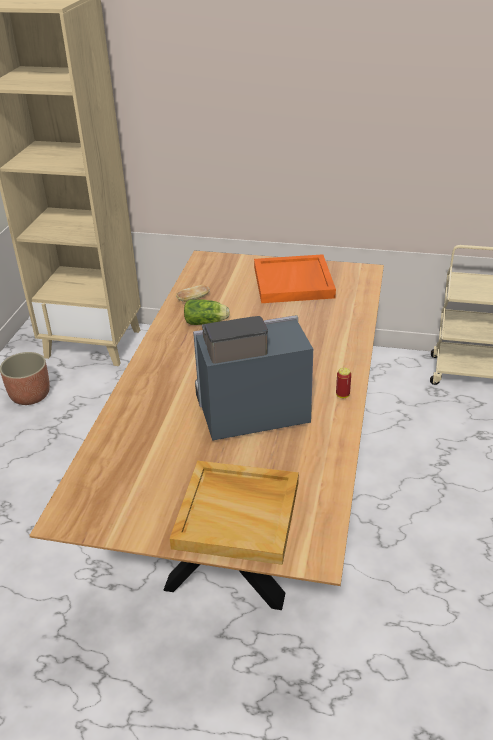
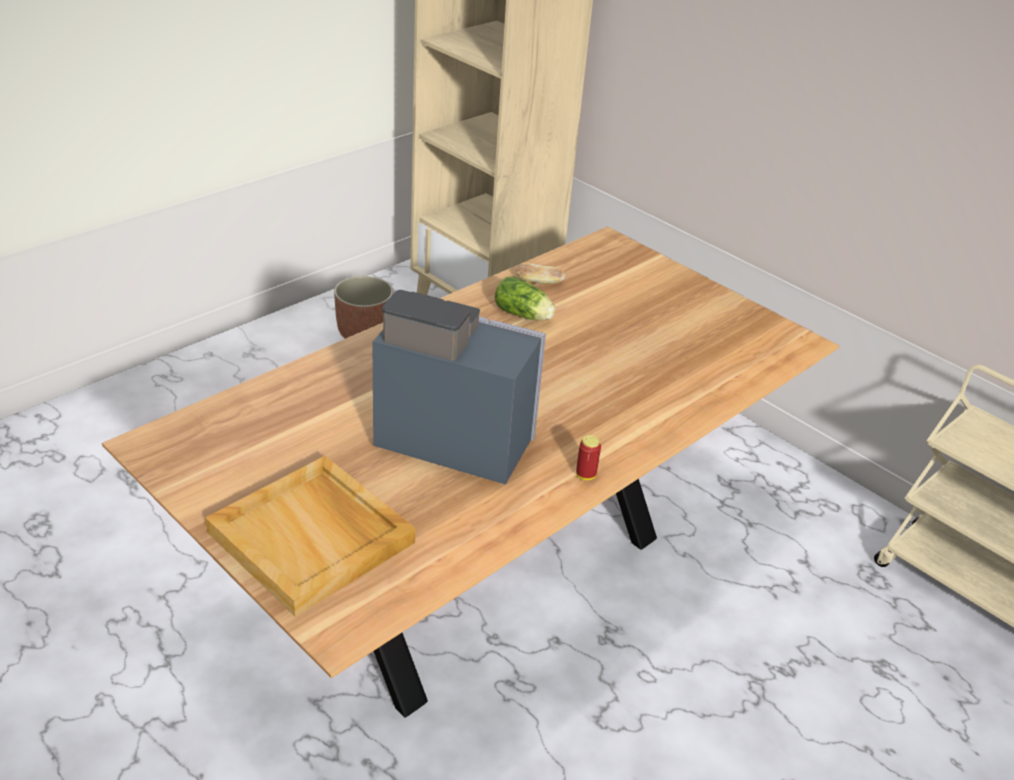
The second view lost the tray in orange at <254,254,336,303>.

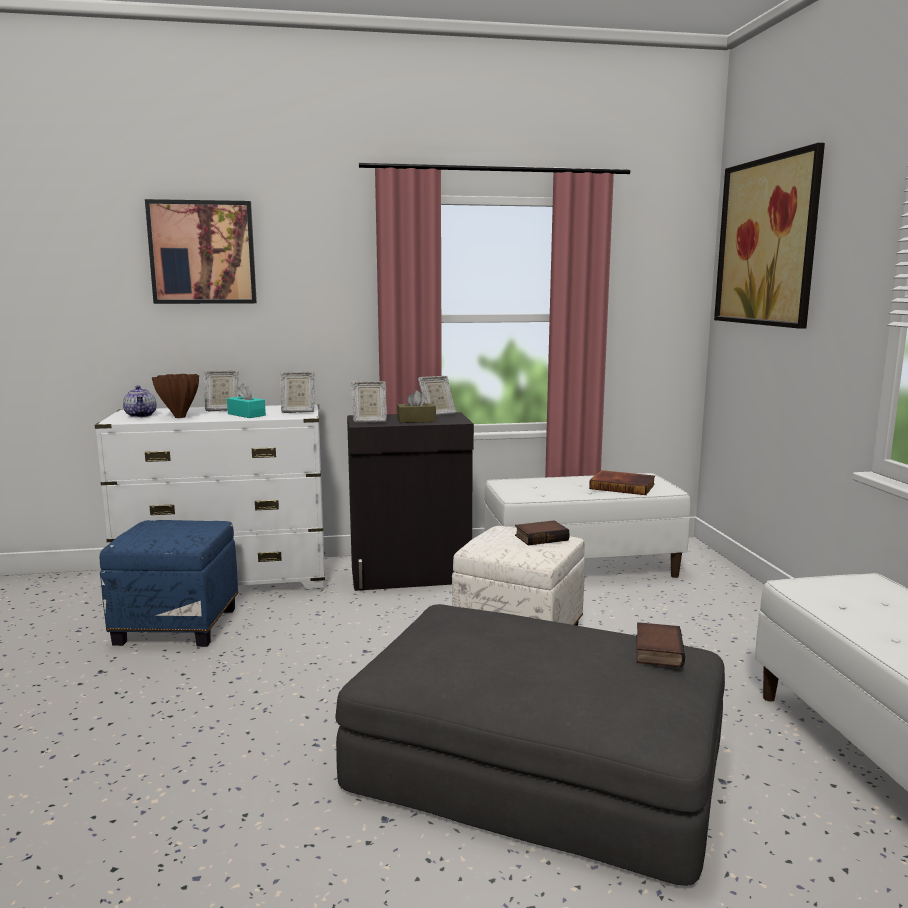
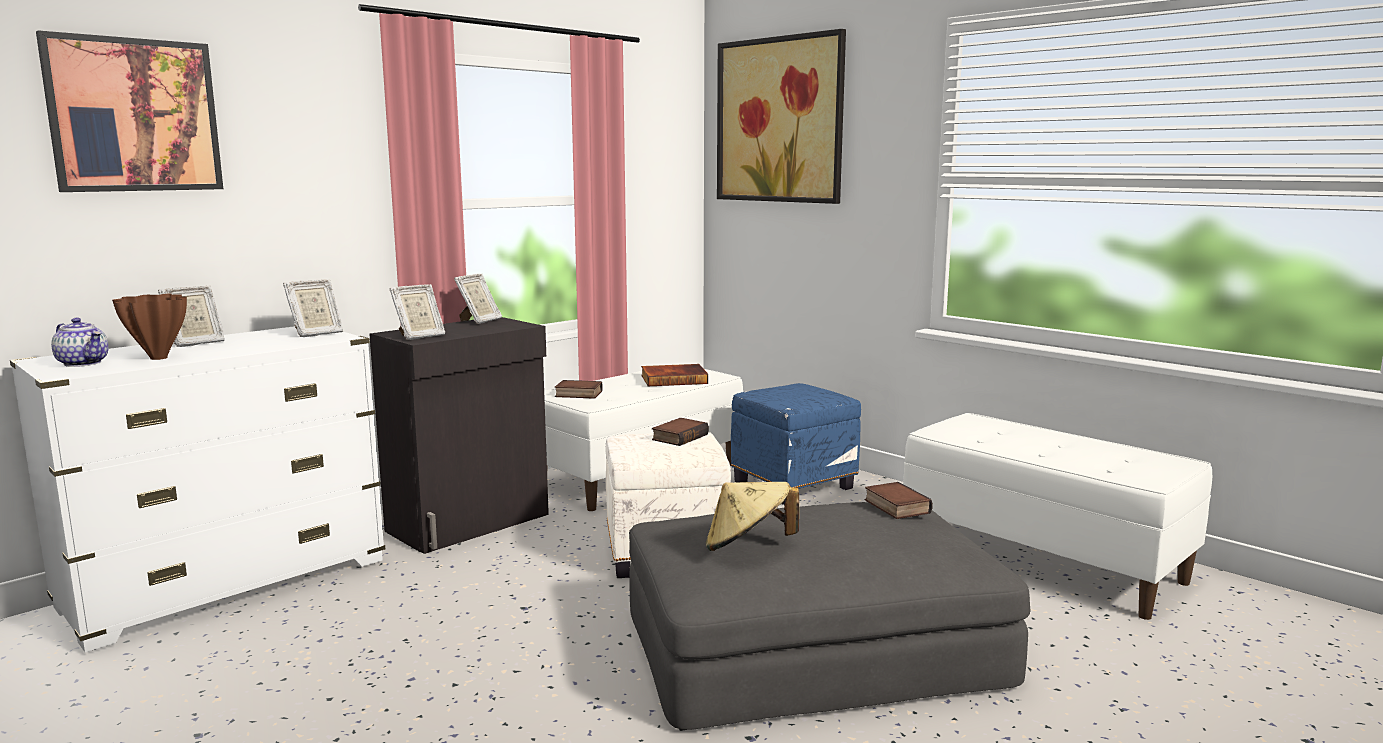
The second view gained the book at <554,380,603,399>. The second view gained the hat in beige at <706,482,799,551>. The ottoman in blue ended up elsewhere, having gone from <100,520,238,647> to <731,383,861,505>. The second view lost the tissue box in turquoise at <227,383,266,418>. The second view lost the tissue box in brown at <397,390,436,423>.

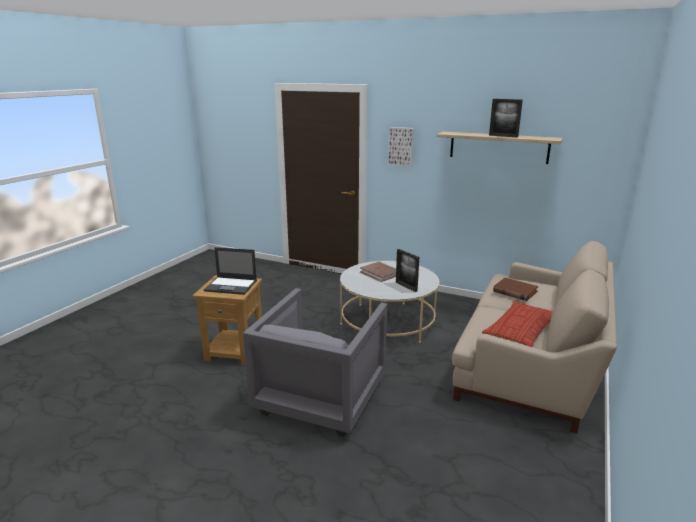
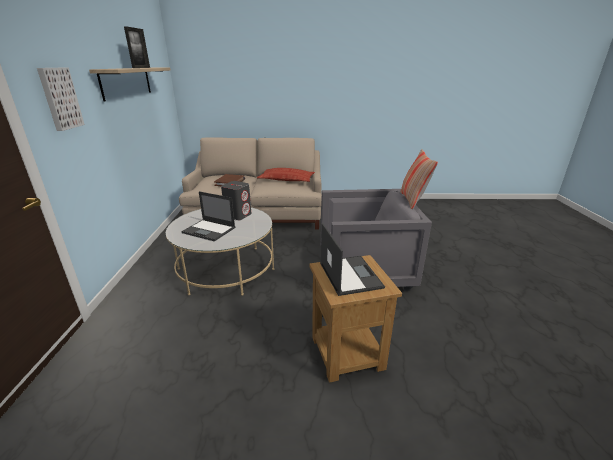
Where the book in brown stood at <360,262,396,282>, the laptop came to stand at <181,191,235,241>. Where the picture frame stood at <396,249,419,292>, the speaker in grey came to stand at <221,181,251,220>. The second view gained the pillow at <400,150,438,210>.

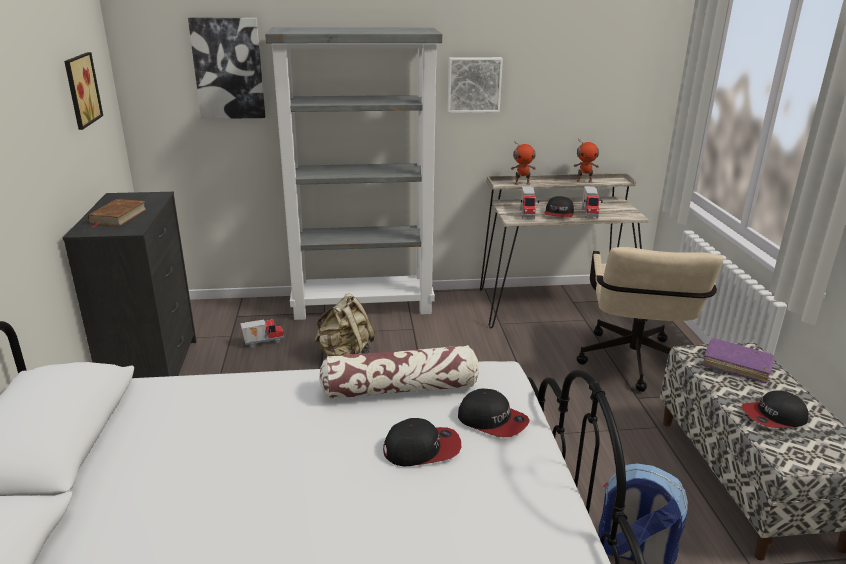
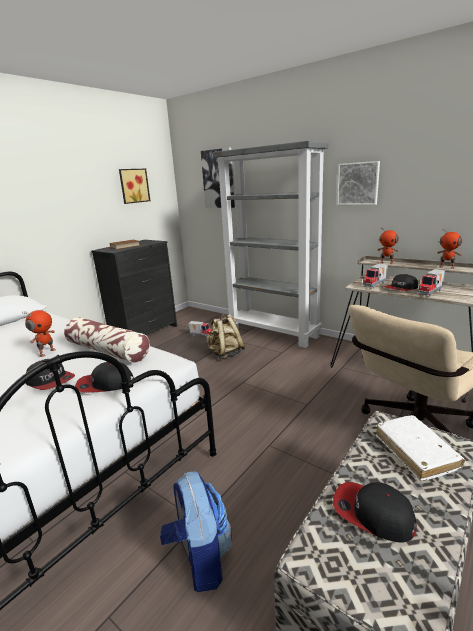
The second view gained the toy robot at <22,310,56,357>. The cap at <458,389,530,437> ended up facing another way, 90 degrees clockwise from before. What was the book in purple at <702,338,775,383> turned into the book in white at <376,415,465,482>.

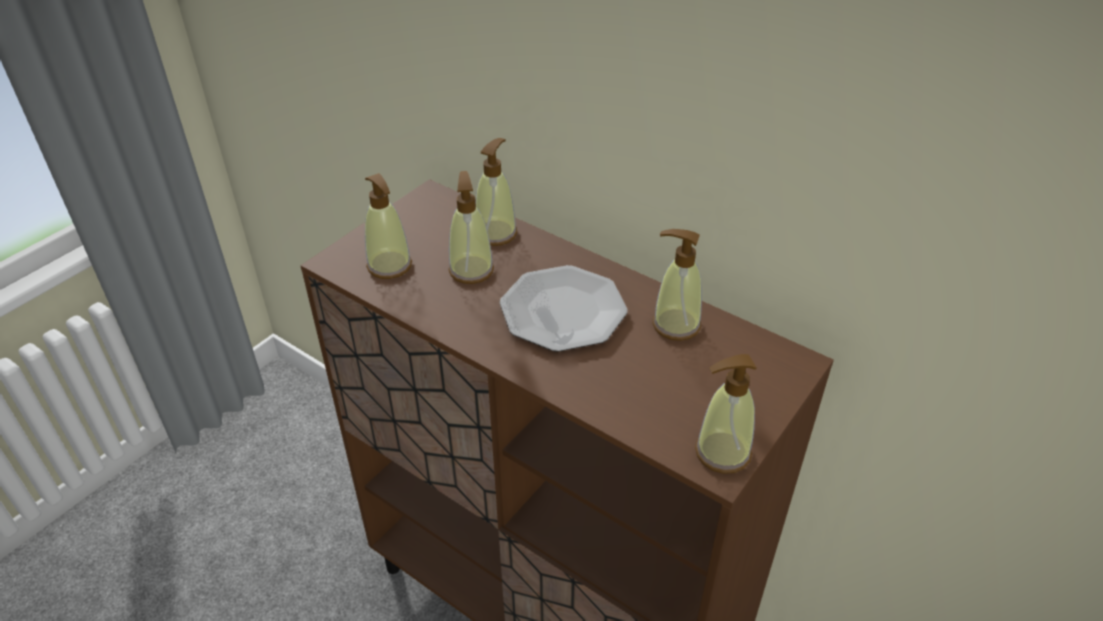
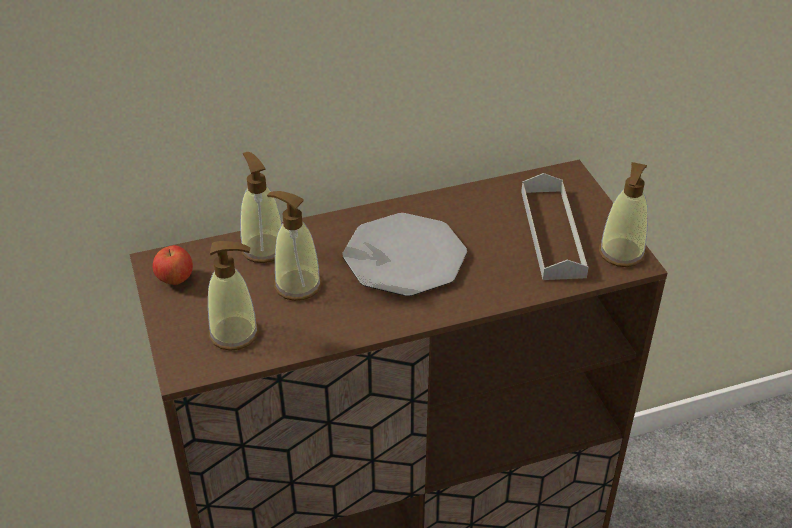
The second view gained the apple at <153,245,193,285>. The second view gained the tray in grey at <521,173,589,280>. The second view lost the soap dispenser at <653,229,702,341>.

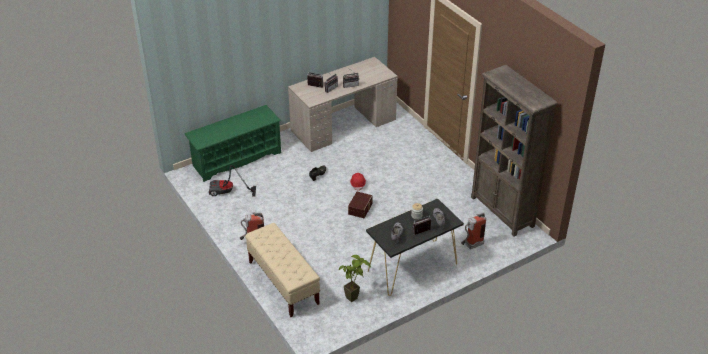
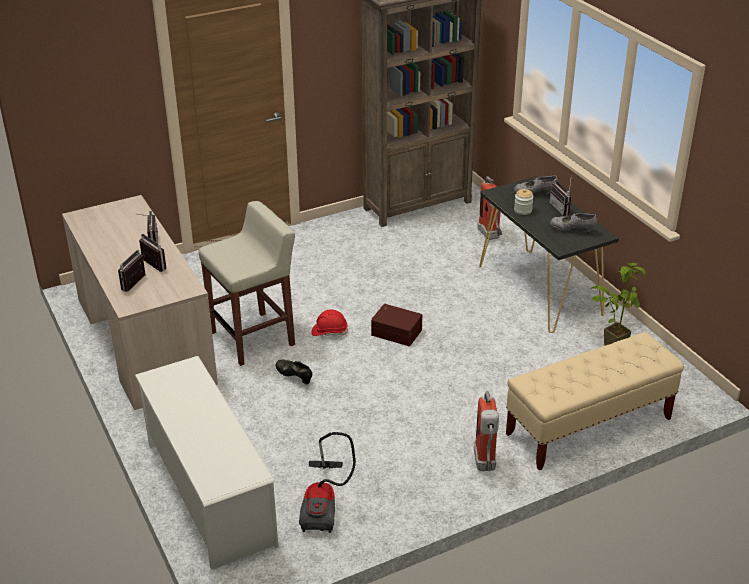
What was the shoe rack in green at <184,105,281,182> turned into the shoe rack in white at <135,356,278,570>. The second view gained the stool in beige at <199,201,295,366>.

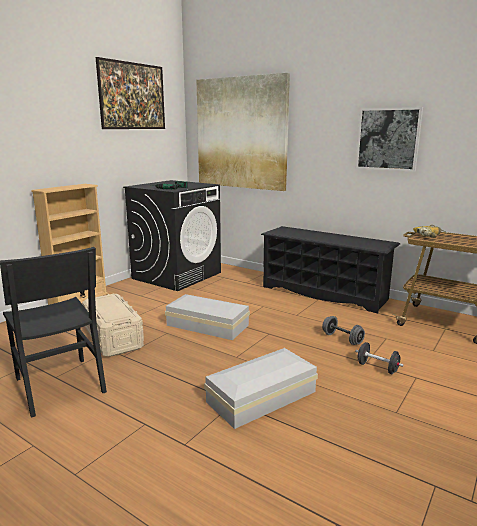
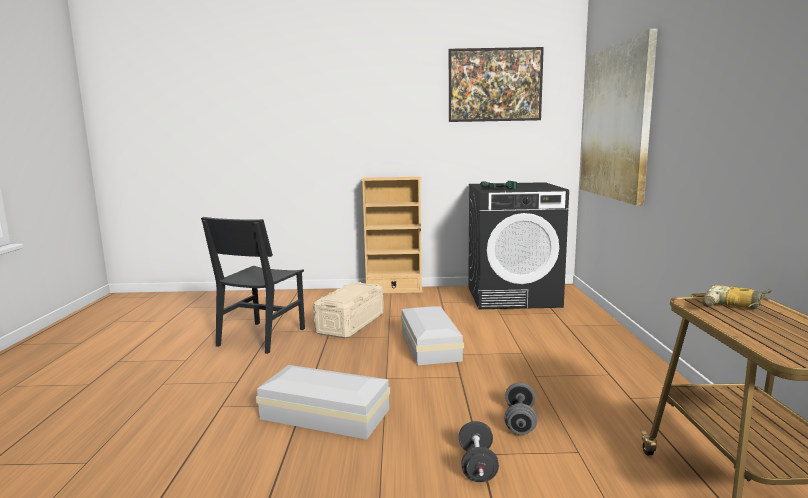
The second view lost the shoe rack in black at <261,226,400,313>. The second view lost the picture at <356,107,423,171>.

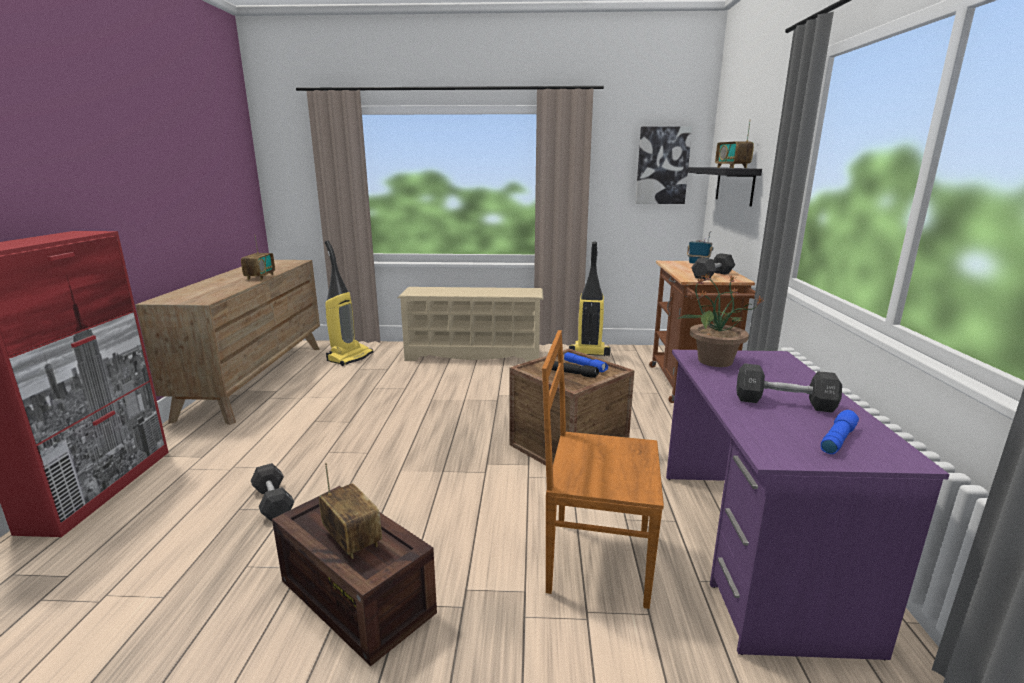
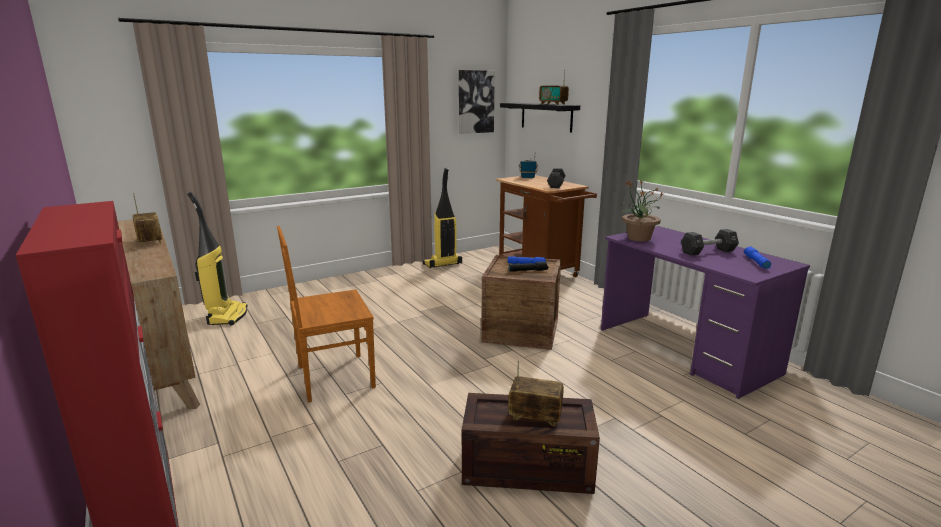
The chair in brown ended up elsewhere, having gone from <542,330,664,609> to <277,226,376,402>. The second view lost the dumbbell in black at <251,463,294,521>. The second view lost the shoe rack in beige at <398,287,544,362>.

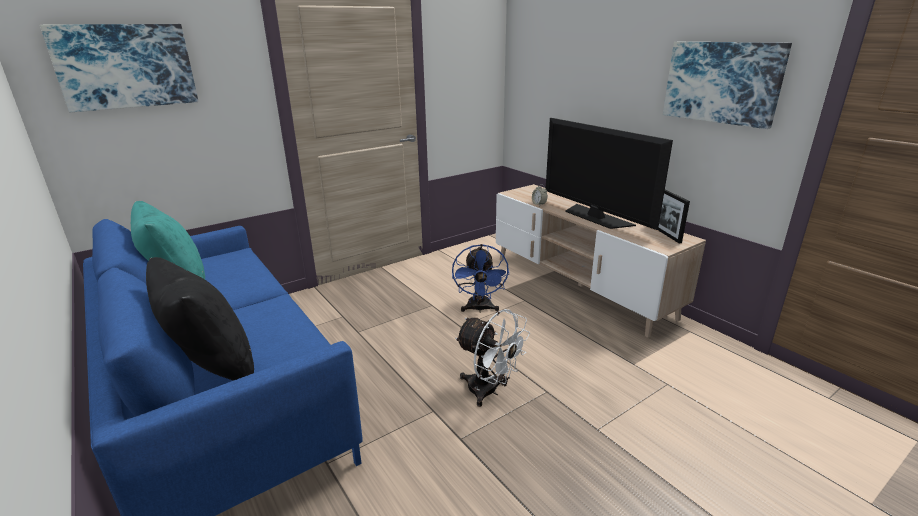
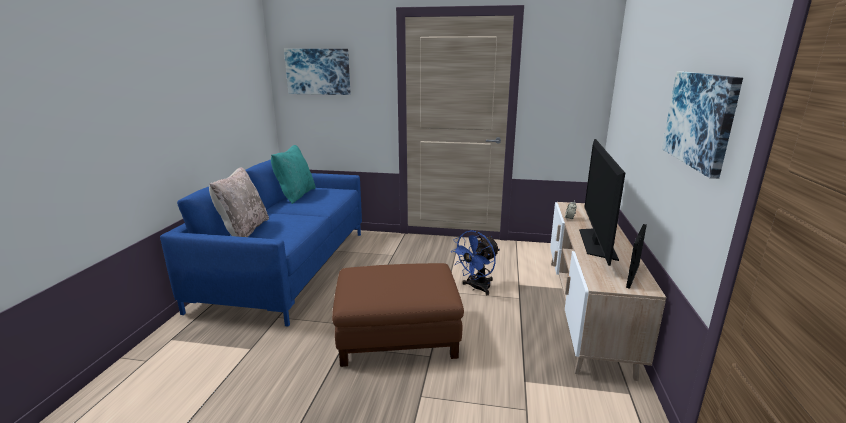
What was the pillow in black at <146,257,254,380> turned into the pillow in beige at <209,167,269,237>. Where the fan in white stood at <455,309,530,407>, the ottoman in brown came to stand at <332,263,464,367>.

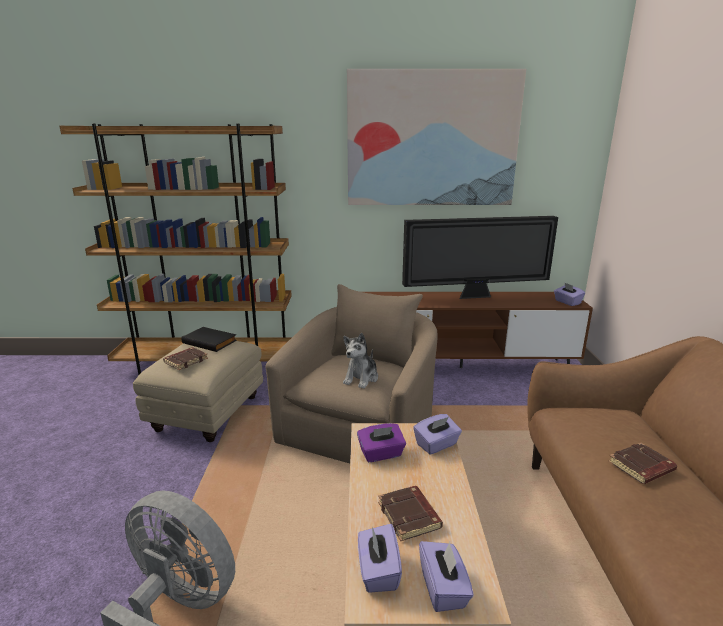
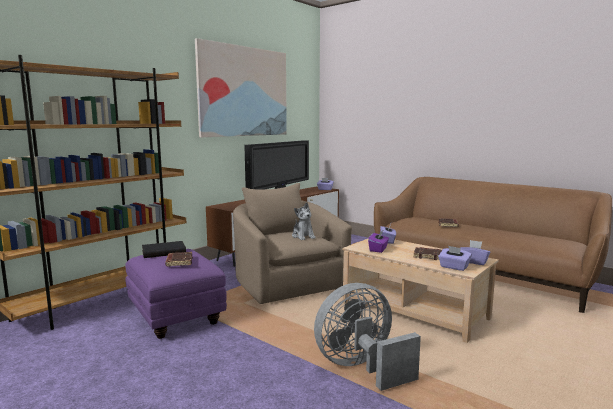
What was the ottoman in beige at <133,341,263,442> turned into the ottoman in purple at <125,249,227,339>.

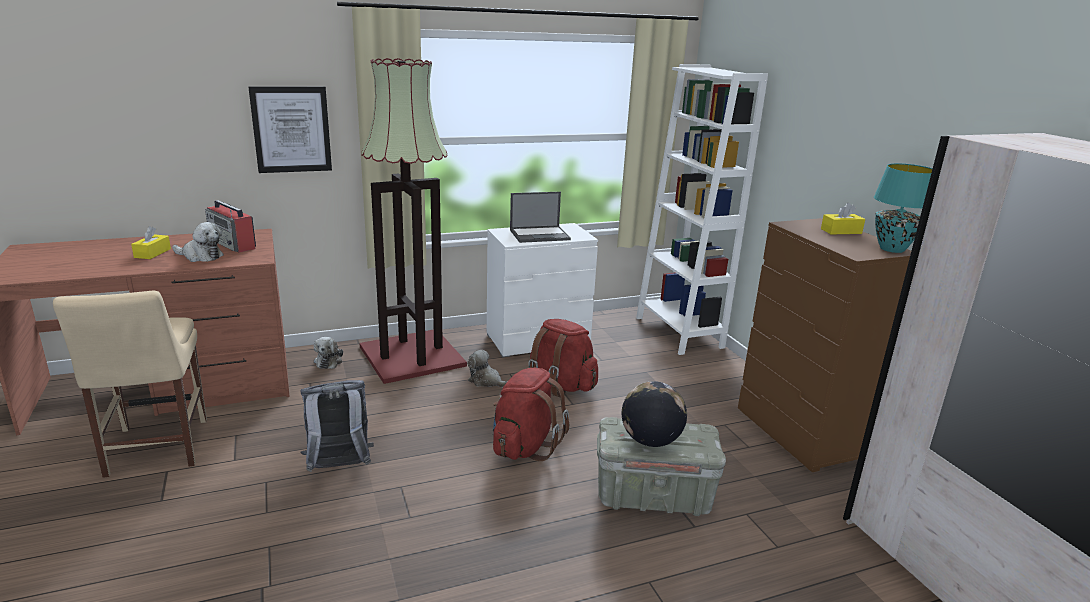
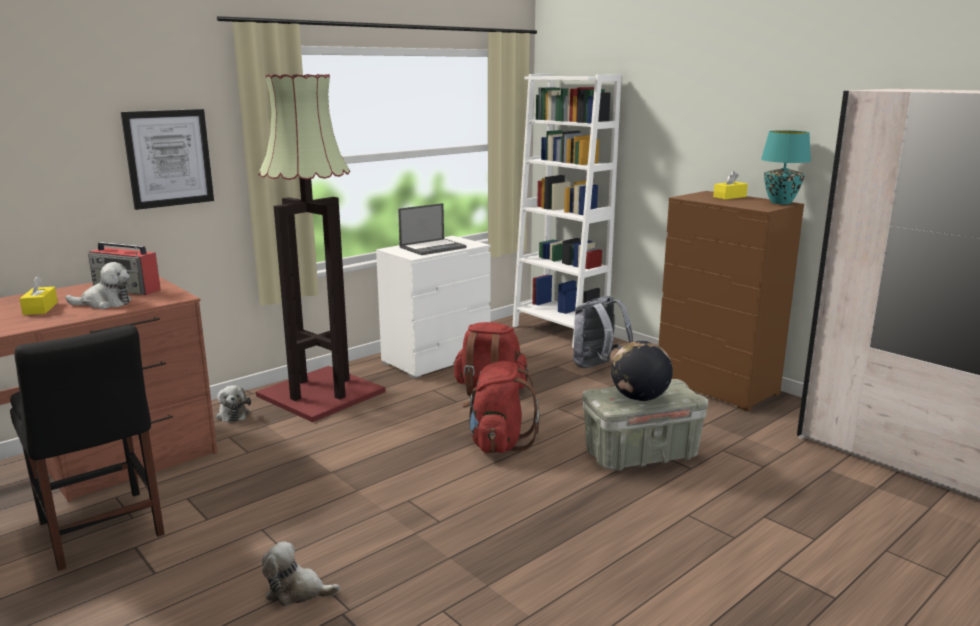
What was the chair in beige at <53,291,207,478> turned into the chair in black at <10,325,165,571>. The plush toy ended up elsewhere, having gone from <467,350,508,388> to <262,542,340,606>. The backpack in grey ended up elsewhere, having gone from <300,380,374,472> to <573,296,633,368>.

